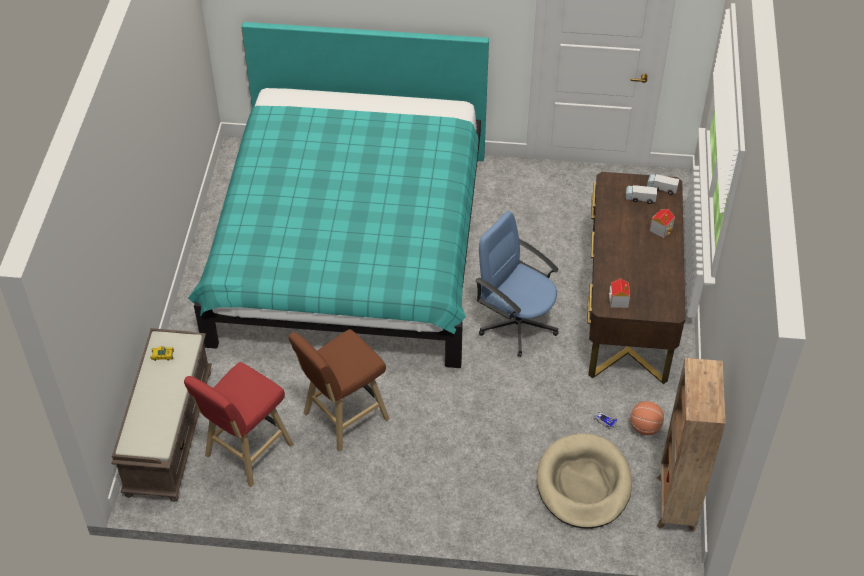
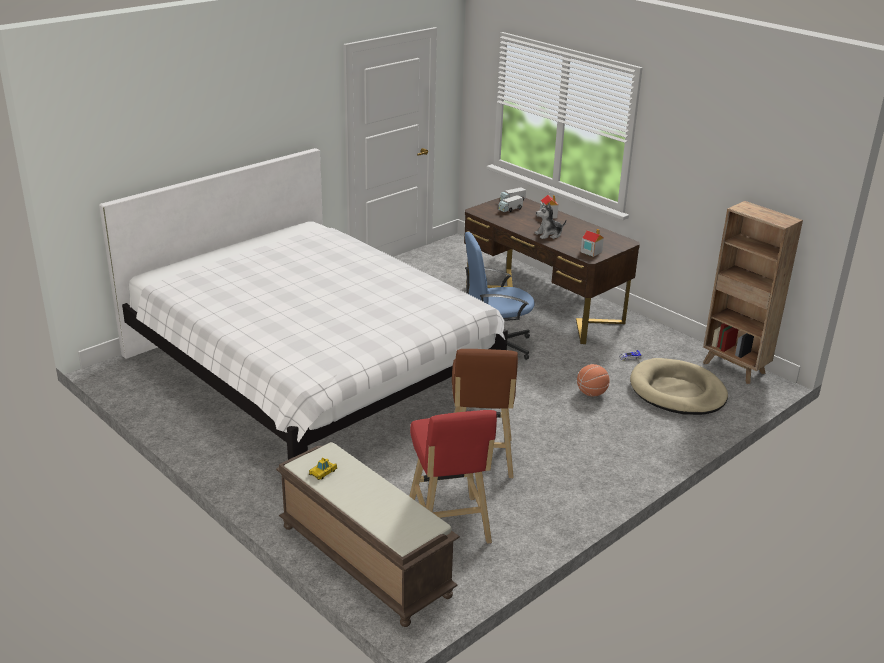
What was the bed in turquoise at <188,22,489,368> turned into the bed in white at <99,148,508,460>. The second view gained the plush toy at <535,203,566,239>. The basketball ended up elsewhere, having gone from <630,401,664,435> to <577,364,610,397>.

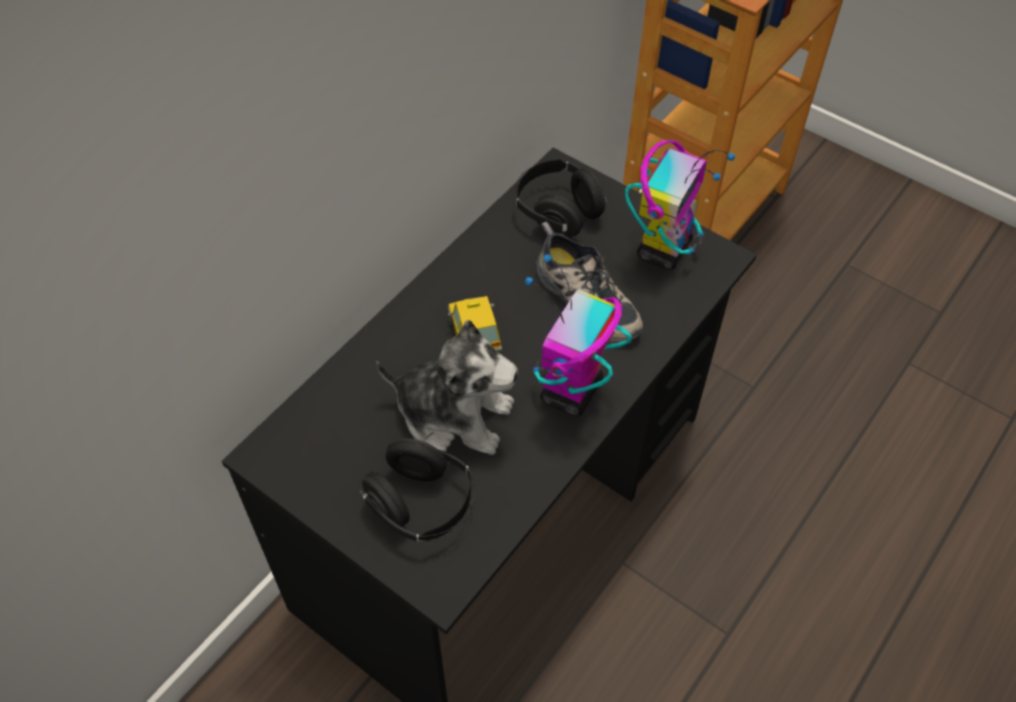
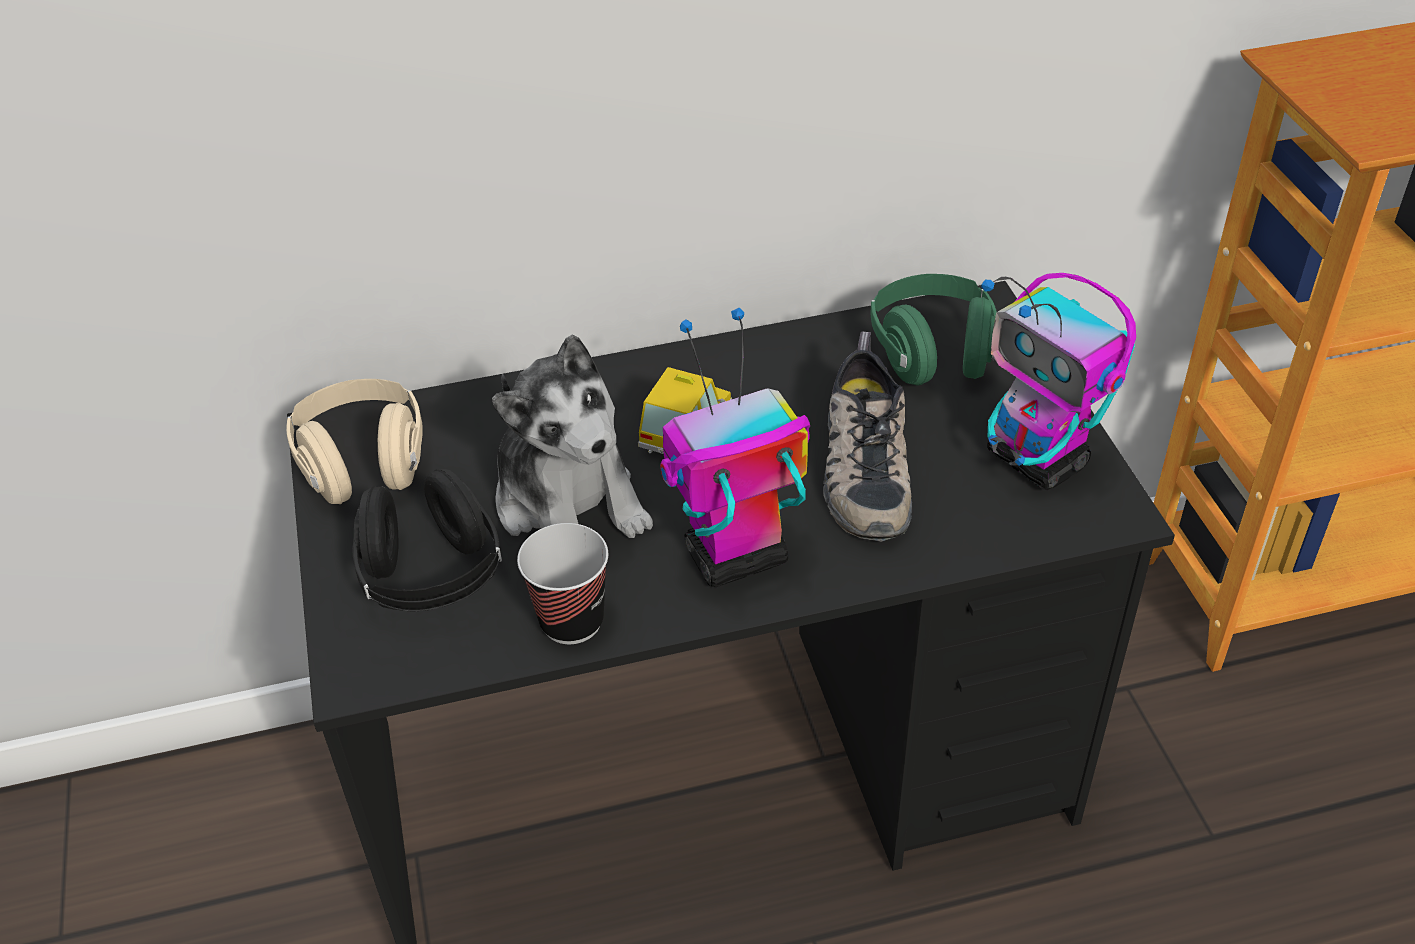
The second view gained the headphones in beige at <287,379,423,504>. The second view gained the cup at <517,523,608,644>. What was the headphones in black at <515,159,608,238> turned into the headphones in green at <871,274,997,386>. The toy robot at <625,140,735,269> ended up facing another way, 75 degrees clockwise from before.

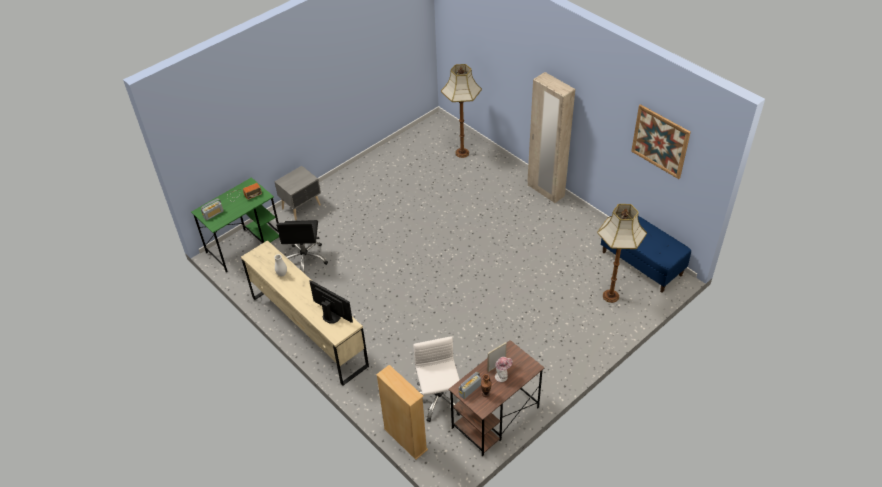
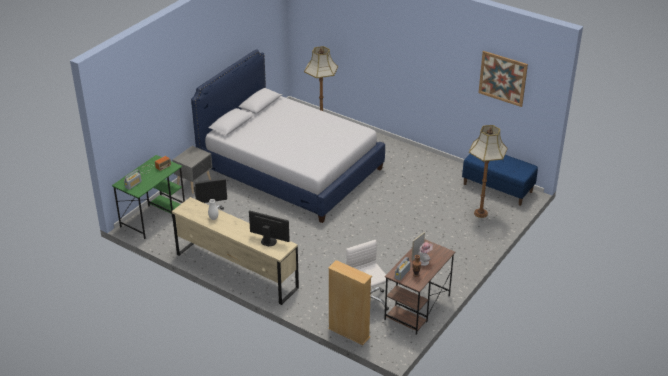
The second view gained the bed at <191,49,385,223>. The second view lost the wardrobe in beige at <527,72,575,203>.

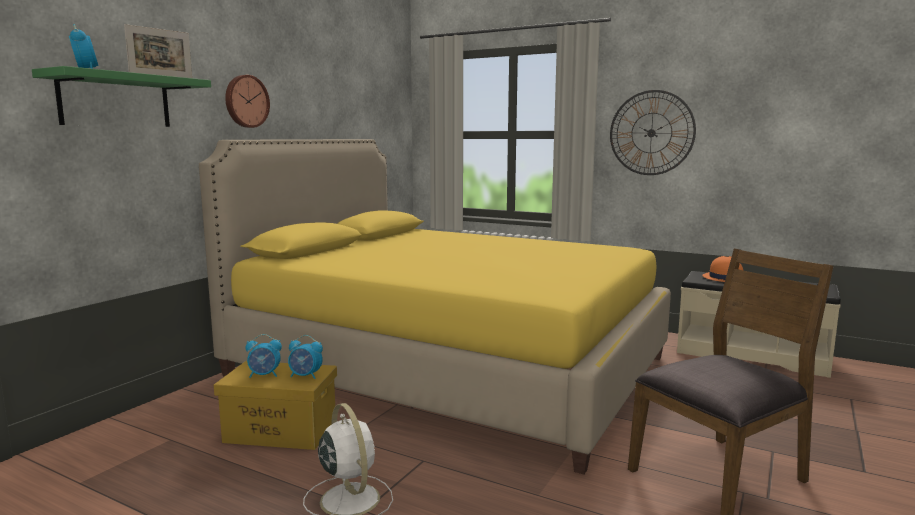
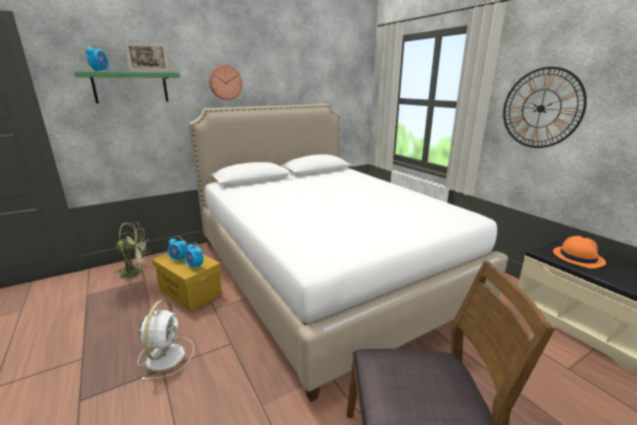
The second view gained the fan in green at <115,222,150,282>. What was the bed in yellow at <199,139,671,474> turned into the bed in white at <189,104,508,402>.

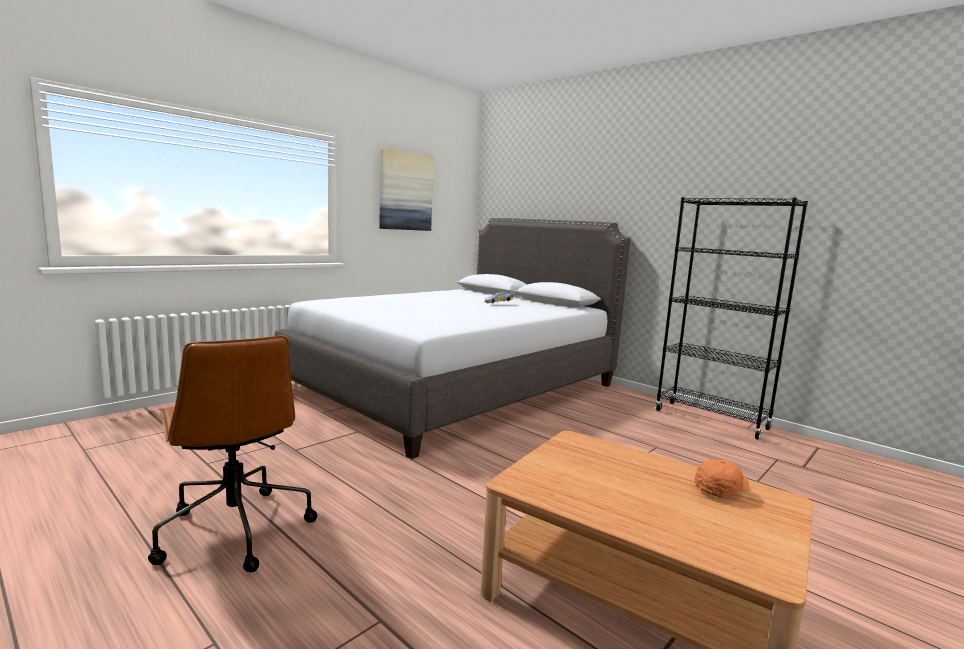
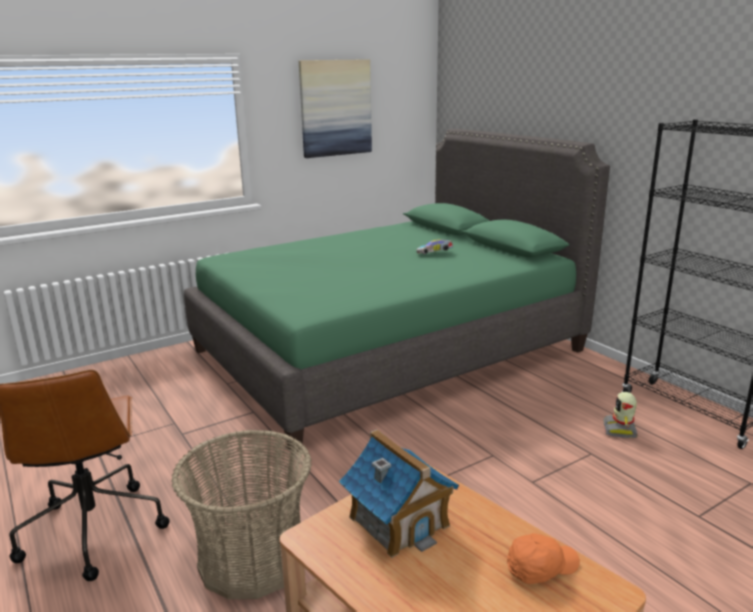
The second view gained the basket at <171,430,312,599>. What was the bed in grey at <275,218,631,459> turned into the bed in green at <184,129,610,452>. The second view gained the toy house at <339,429,459,558>. The second view gained the toy robot at <603,392,638,438>.

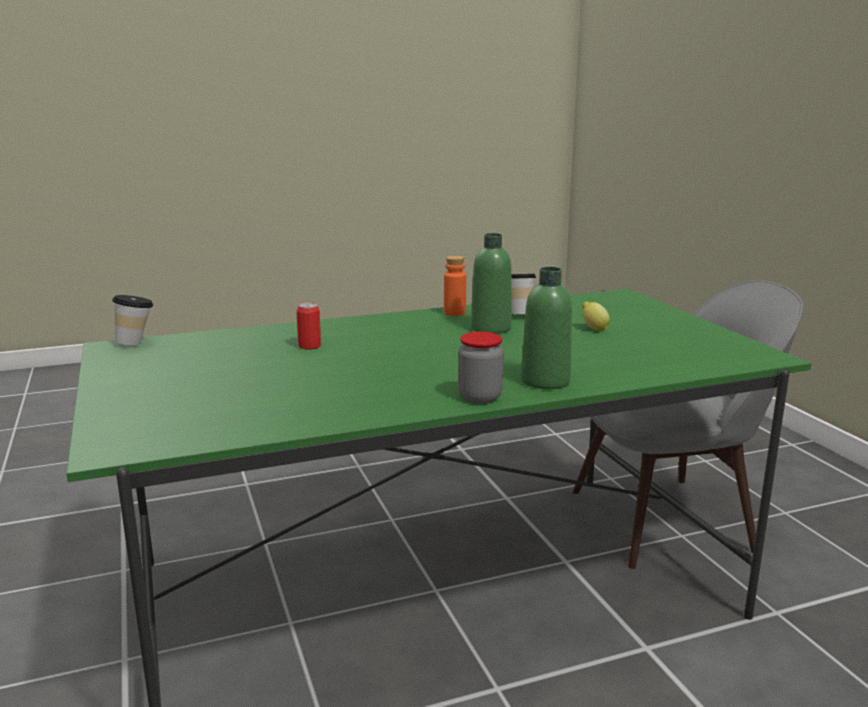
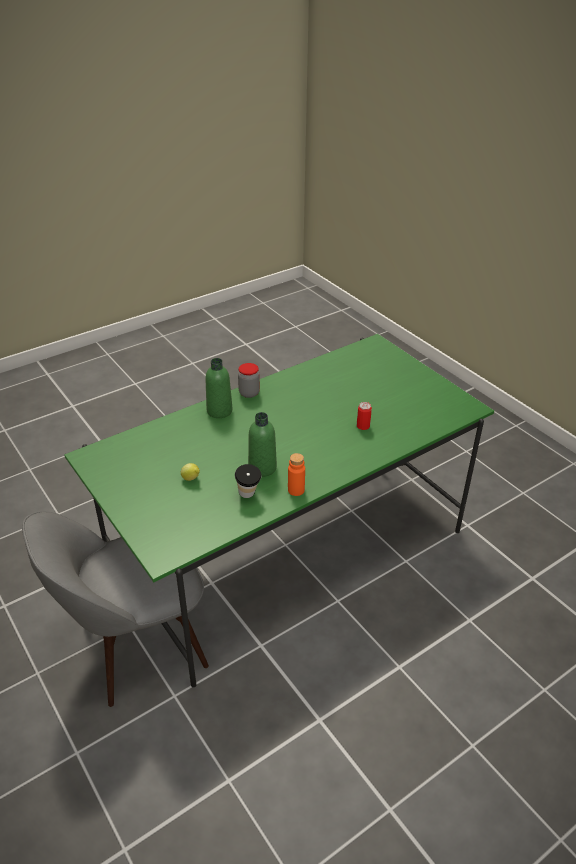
The second view lost the cup at <113,295,153,345>.

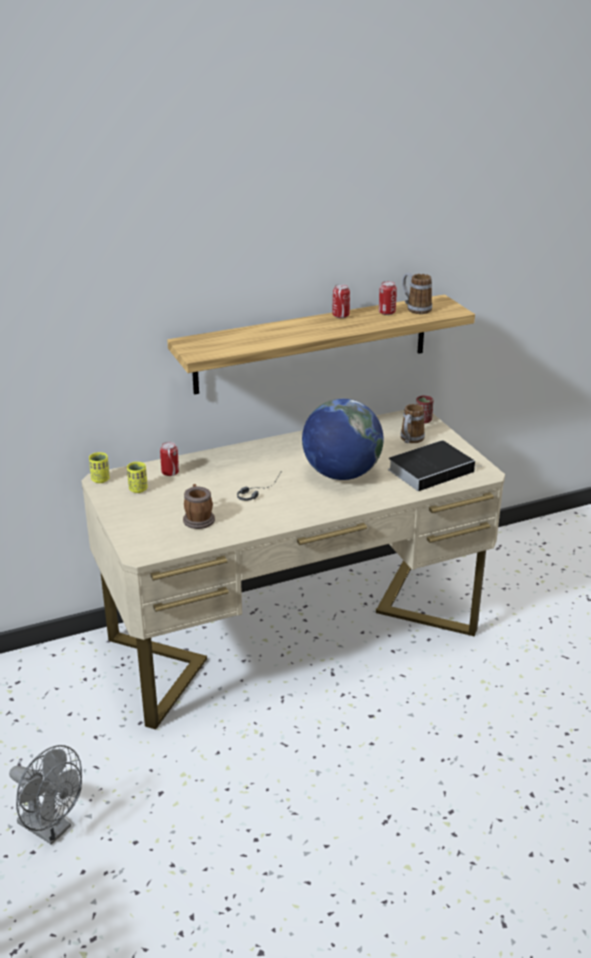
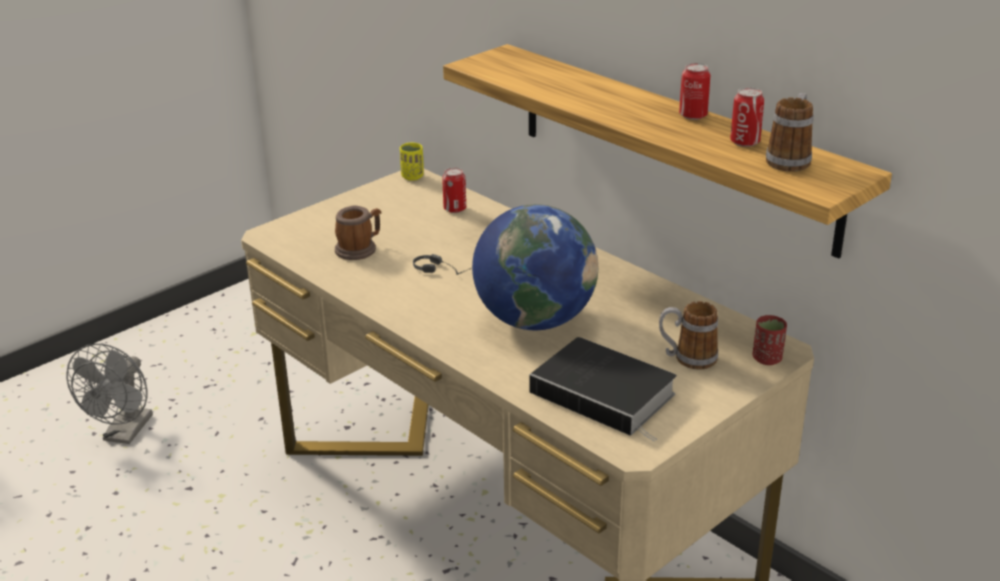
The second view lost the cup in yellow at <127,462,148,493>.

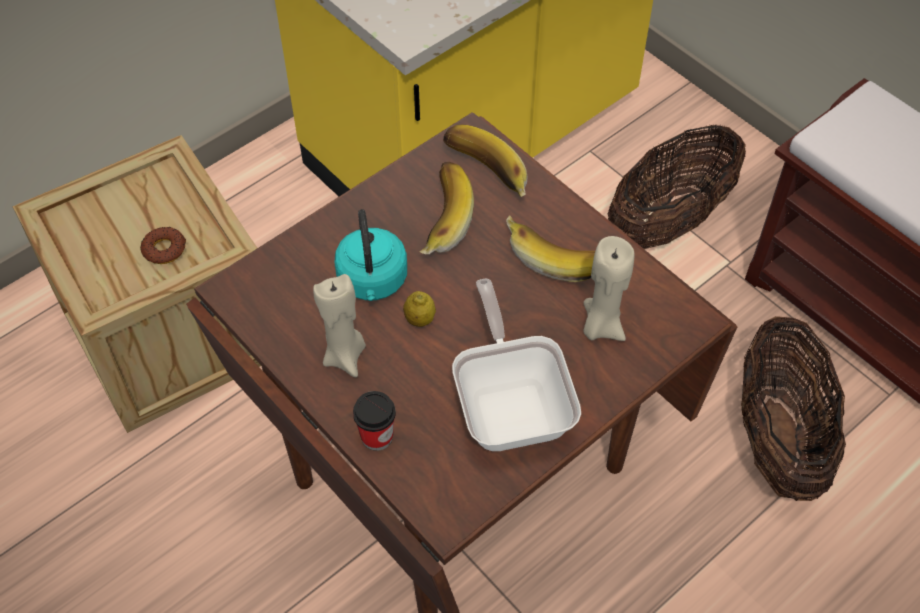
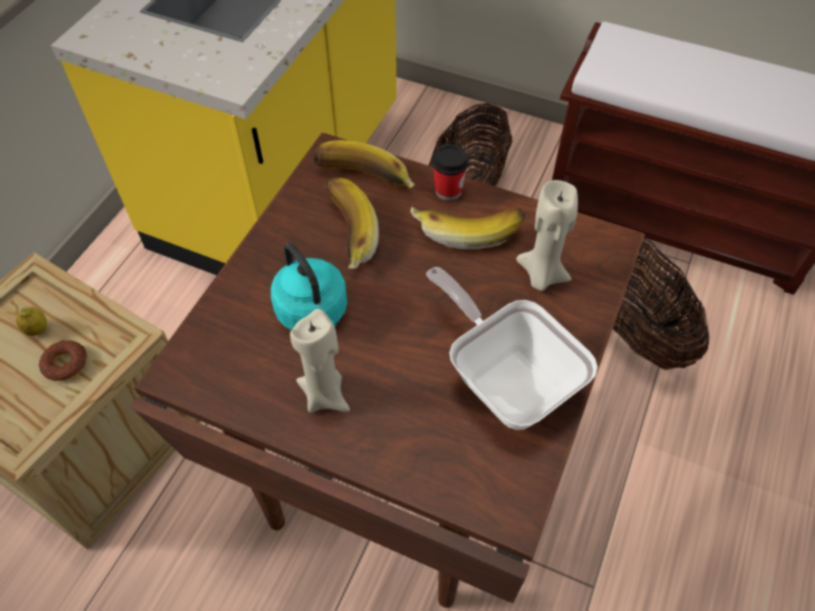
The lemon ended up elsewhere, having gone from <403,291,436,327> to <16,307,47,336>. The cup ended up elsewhere, having gone from <353,391,396,451> to <432,144,468,201>.

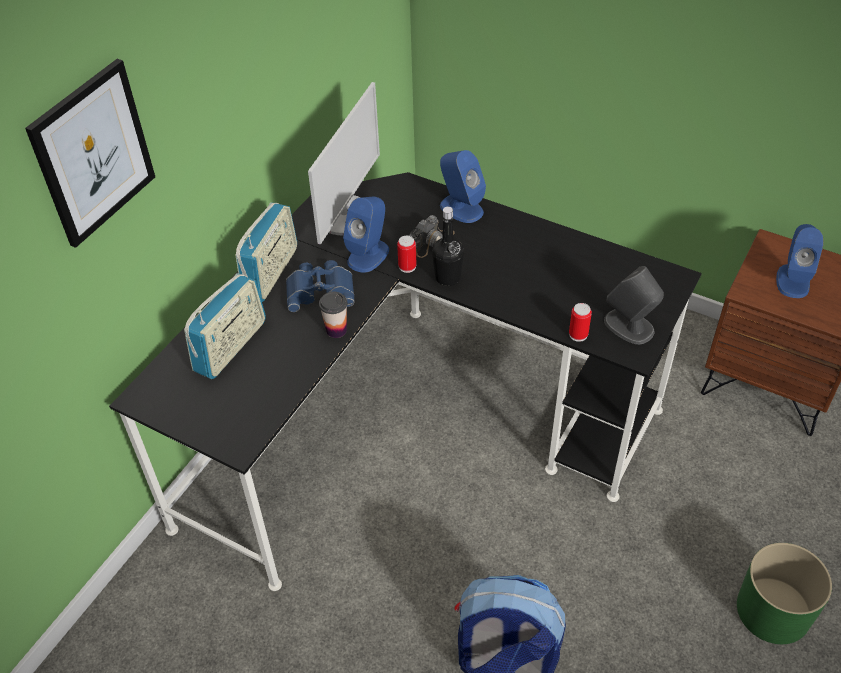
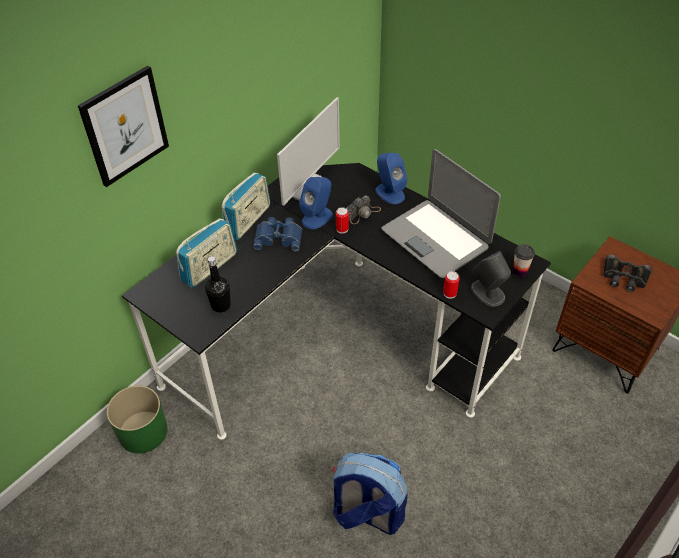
The planter in green ended up elsewhere, having gone from <737,543,832,644> to <107,385,167,454>. The bottle in black ended up elsewhere, having gone from <432,207,464,286> to <205,256,231,313>. The second view gained the laptop at <381,149,501,278>. The cup ended up elsewhere, having gone from <319,291,347,338> to <513,244,535,277>. Where the speaker in blue stood at <776,224,823,298>, the binoculars in black came to stand at <603,254,652,292>.

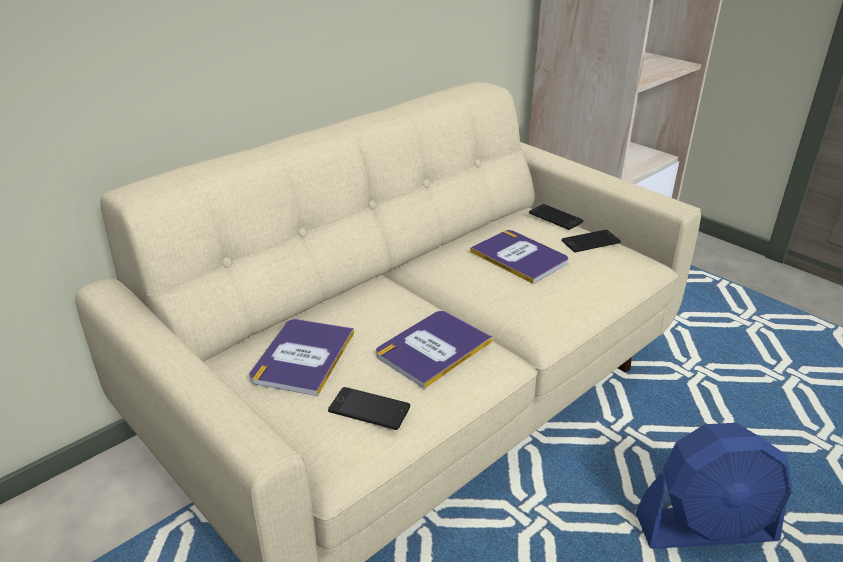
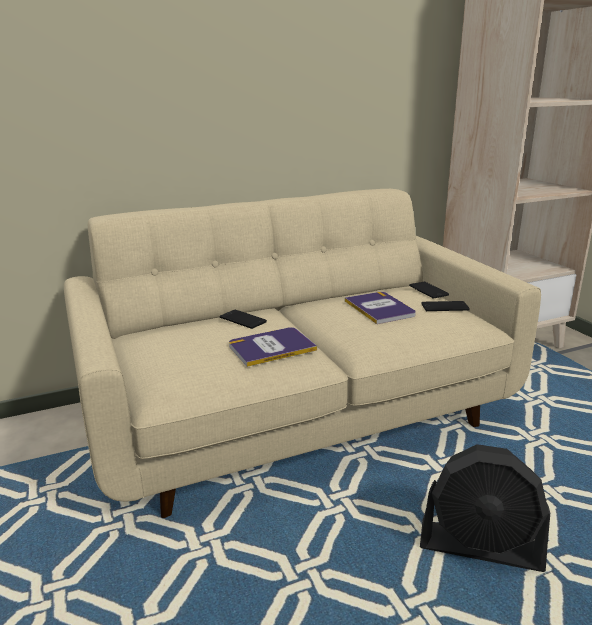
The phone ended up elsewhere, having gone from <328,387,410,430> to <220,310,267,329>. What was the fan in blue at <636,423,792,549> turned into the fan in black at <420,444,550,572>. The second view lost the book at <249,319,354,396>.

